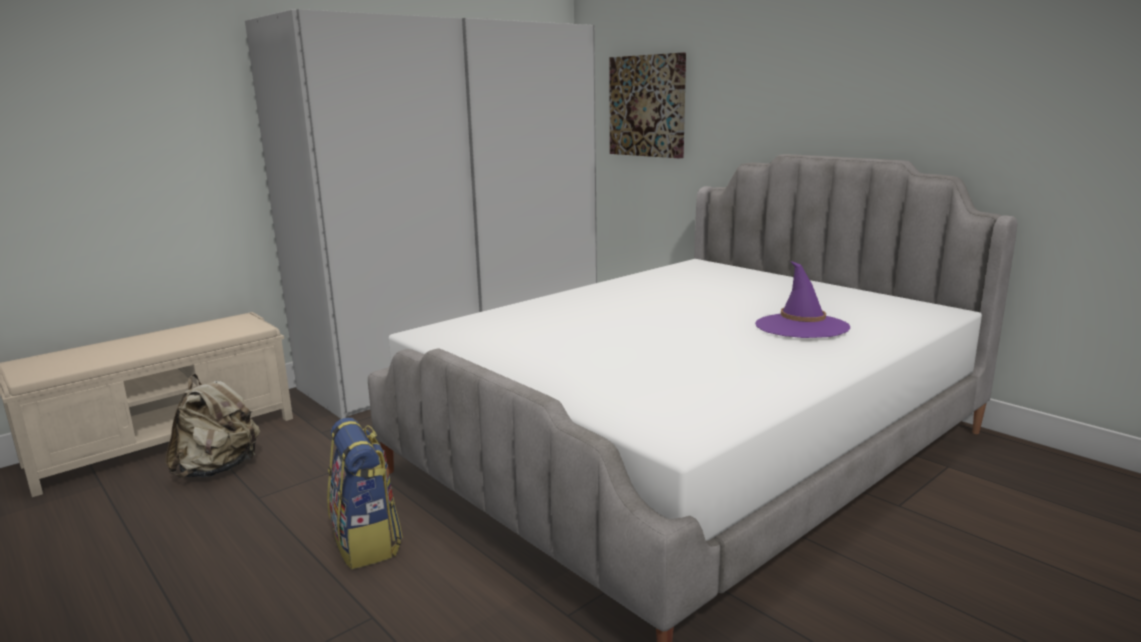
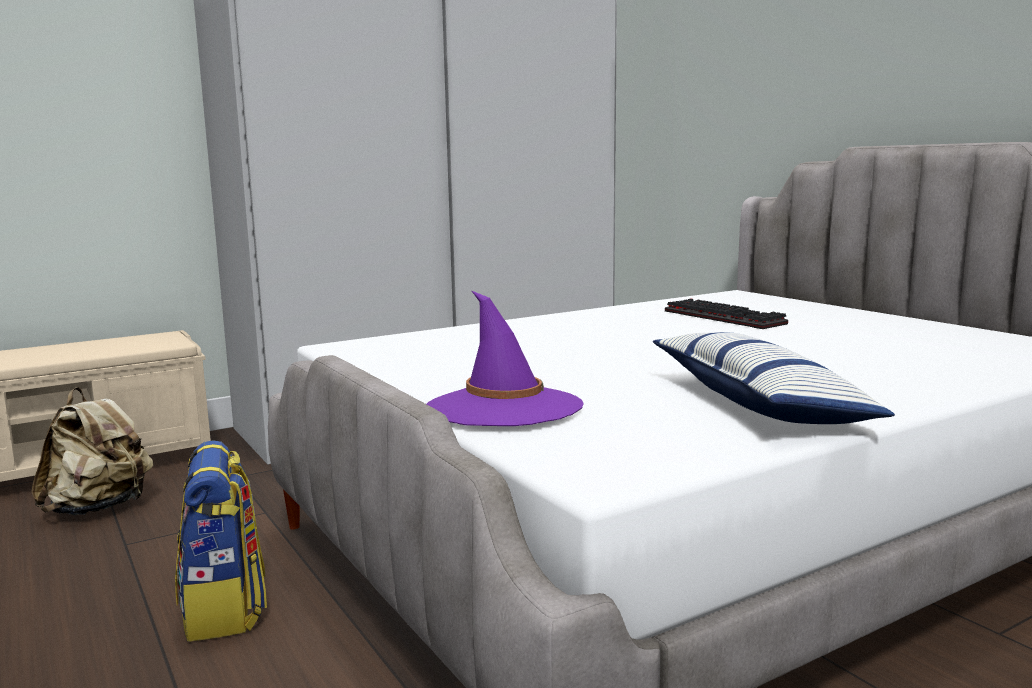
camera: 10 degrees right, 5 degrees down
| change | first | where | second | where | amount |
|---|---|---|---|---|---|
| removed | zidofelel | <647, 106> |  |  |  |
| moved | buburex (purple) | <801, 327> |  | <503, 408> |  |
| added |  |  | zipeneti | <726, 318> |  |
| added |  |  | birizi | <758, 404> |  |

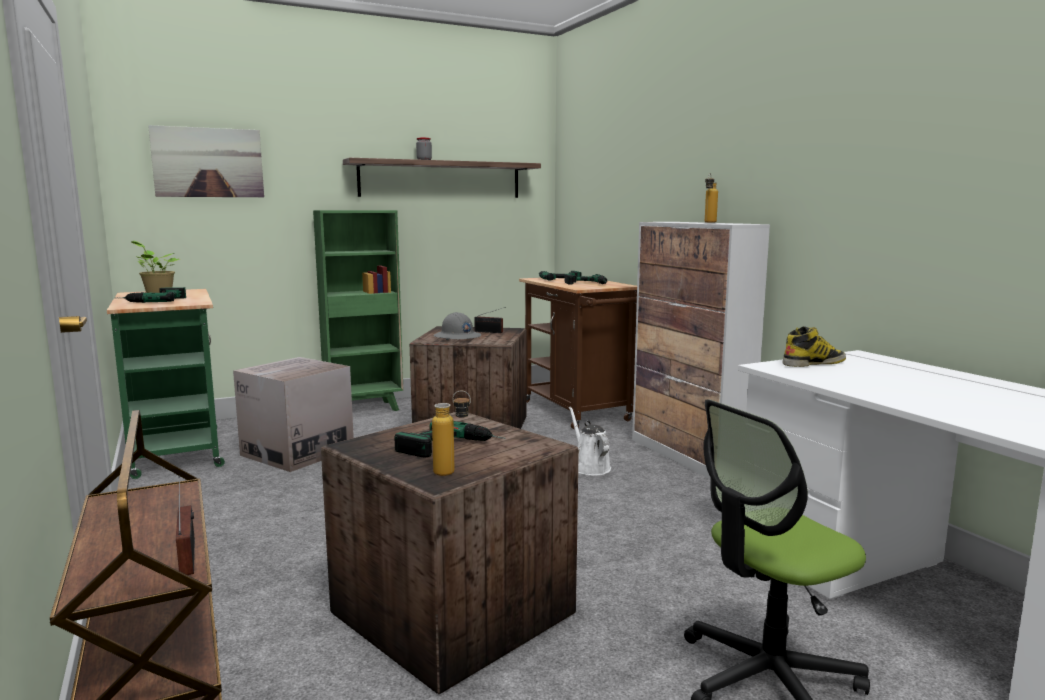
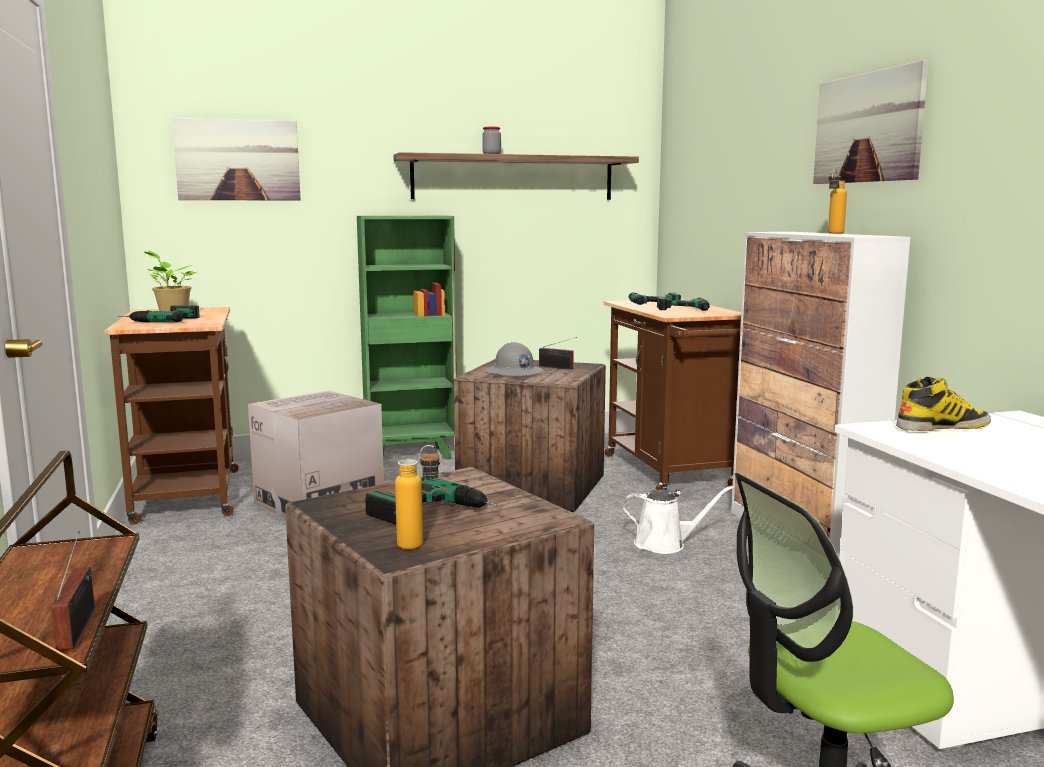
camera: 10 degrees right, 0 degrees up
| change | first | where | second | where | amount |
|---|---|---|---|---|---|
| recoloured | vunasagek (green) | <176, 449> | vunasagek (brown) | <187, 492> |  |
| turned | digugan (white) | <589, 467> |  | <665, 544> | 105 degrees clockwise |
| added |  |  | zidofelel | <867, 128> |  |

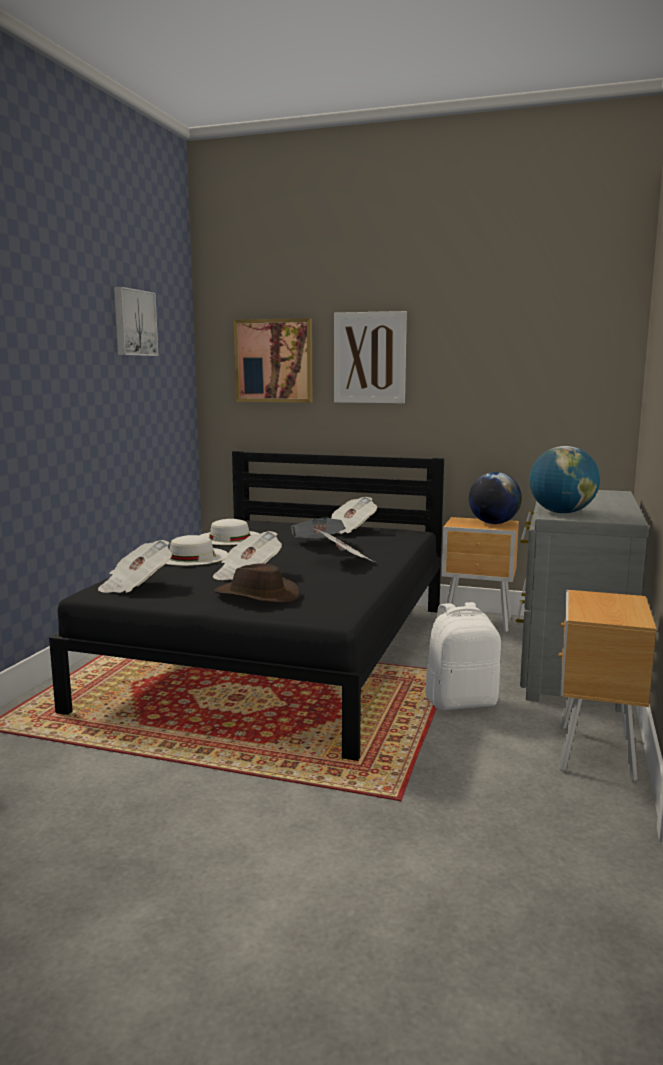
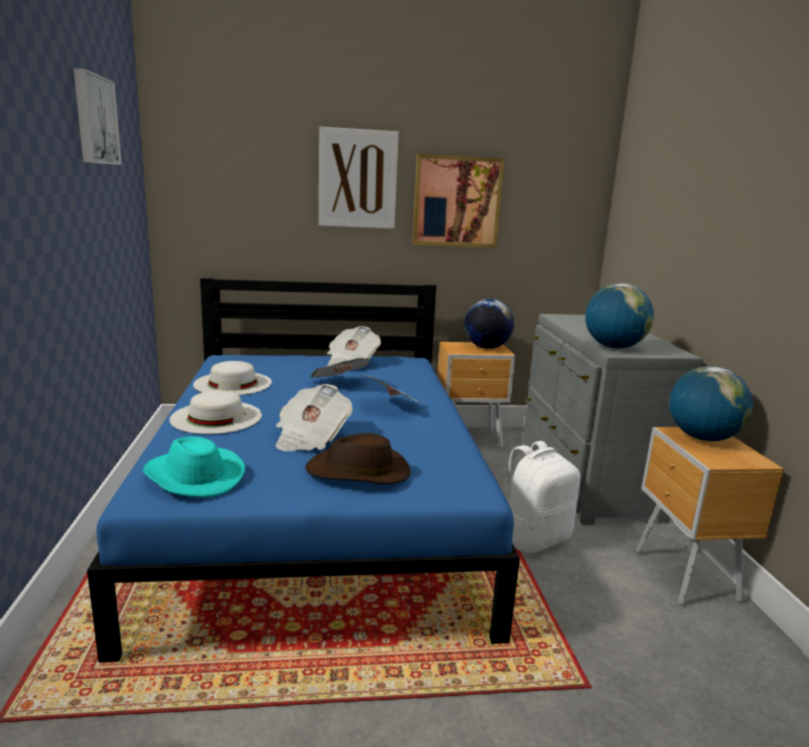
camera: 25 degrees left, 5 degrees up
| change | first | where | second | where | amount |
|---|---|---|---|---|---|
| moved | zidofelel | <274, 361> |  | <456, 201> |  |
| recoloured | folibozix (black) | <282, 654> | folibozix (blue) | <318, 508> |  |
| replaced | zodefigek | <136, 586> | buburex (turquoise) | <192, 476> |  |
| added |  |  | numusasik | <702, 438> |  |

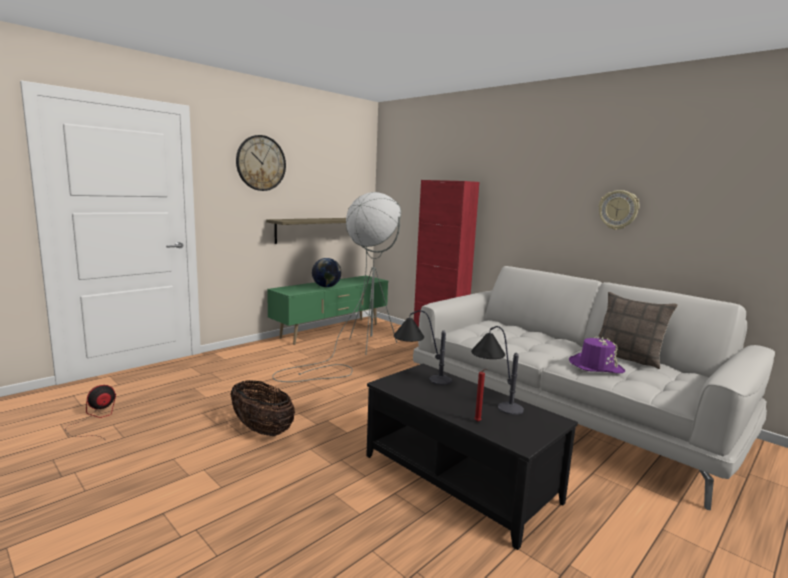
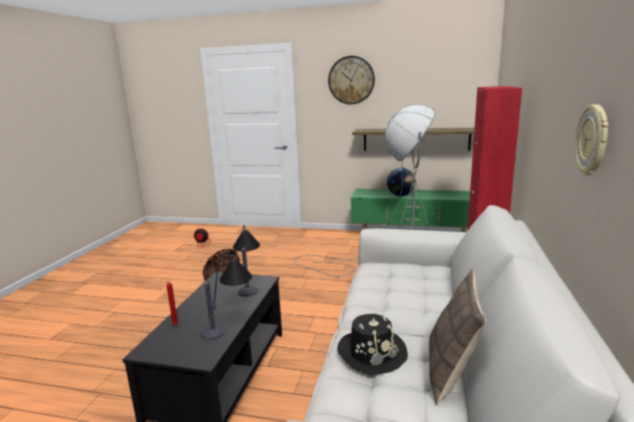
camera: 60 degrees right, 5 degrees up
| change | first | where | second | where | amount |
|---|---|---|---|---|---|
| recoloured | buburex (purple) | <595, 366> | buburex (black) | <371, 353> |  |

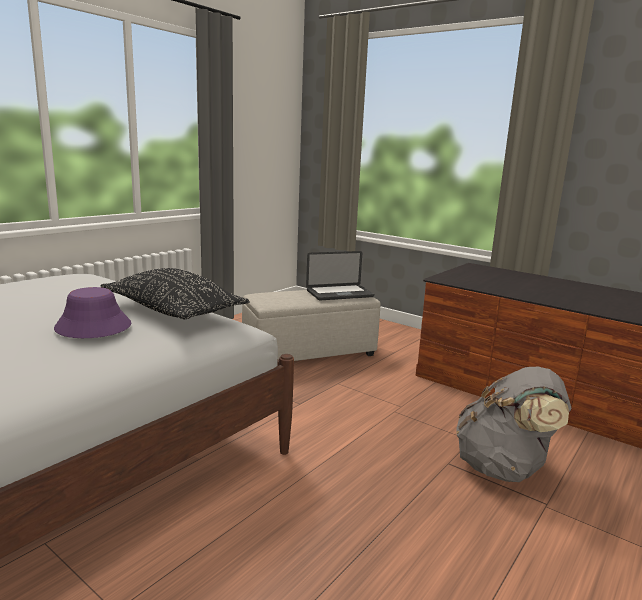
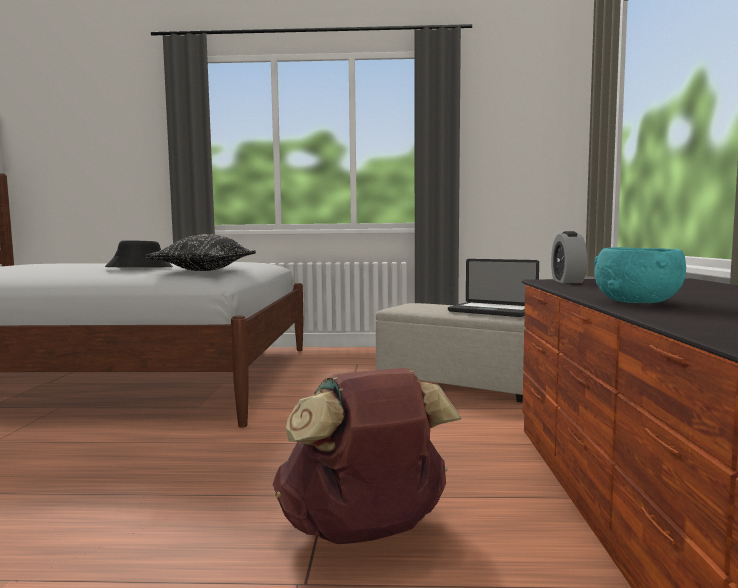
camera: 55 degrees right, 10 degrees down
| change | first | where | second | where | amount |
|---|---|---|---|---|---|
| recoloured | buburex (purple) | <93, 327> | buburex (black) | <139, 268> |  |
| recoloured | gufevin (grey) | <504, 468> | gufevin (brown) | <365, 532> |  |
| added |  |  | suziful | <567, 281> |  |
| added |  |  | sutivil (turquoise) | <639, 302> |  |

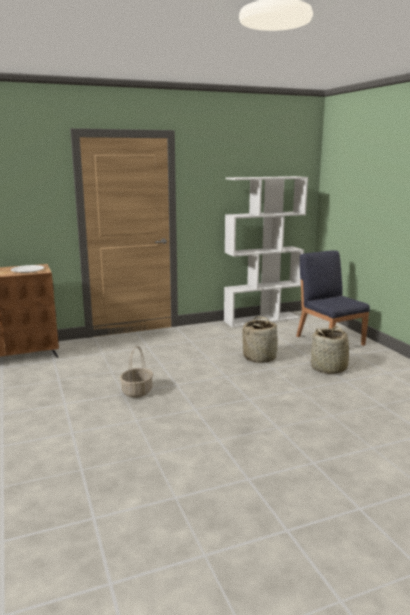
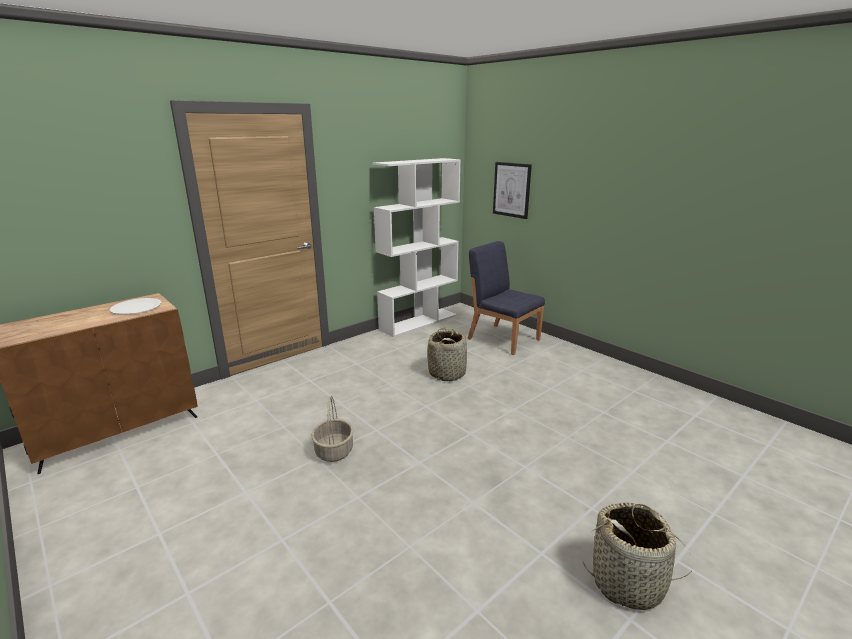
camera: 20 degrees left, 5 degrees up
| change | first | where | second | where | amount |
|---|---|---|---|---|---|
| moved | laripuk | <329, 368> |  | <628, 582> |  |
| added |  |  | zidofelel | <511, 190> |  |

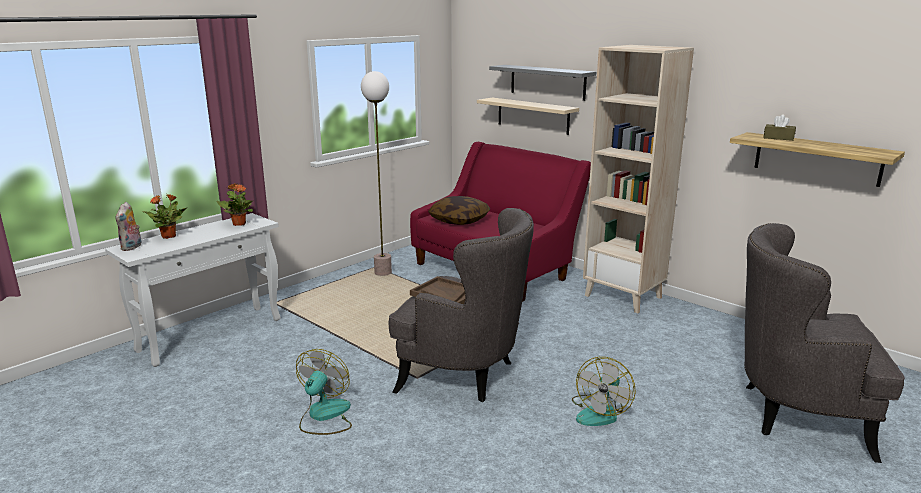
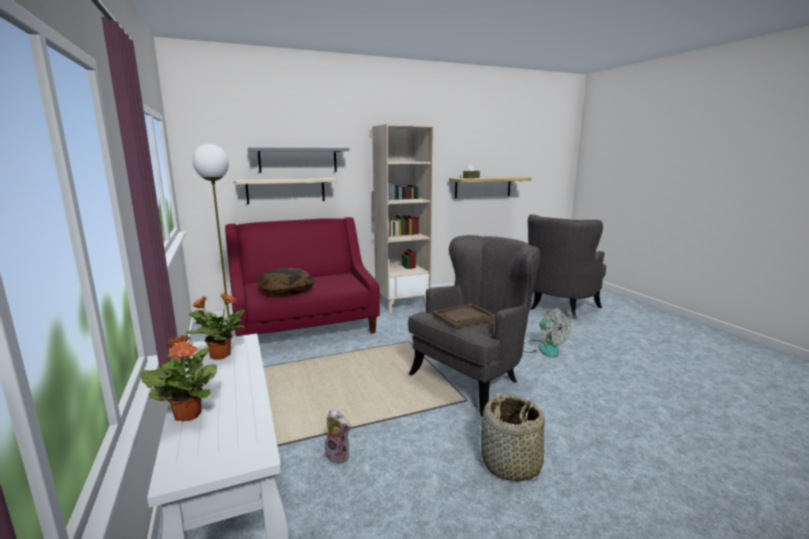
camera: 65 degrees left, 5 degrees down
| change | first | where | second | where | amount |
|---|---|---|---|---|---|
| moved | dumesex | <132, 247> |  | <339, 455> |  |
| replaced | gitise | <324, 416> | laripuk | <511, 464> |  |

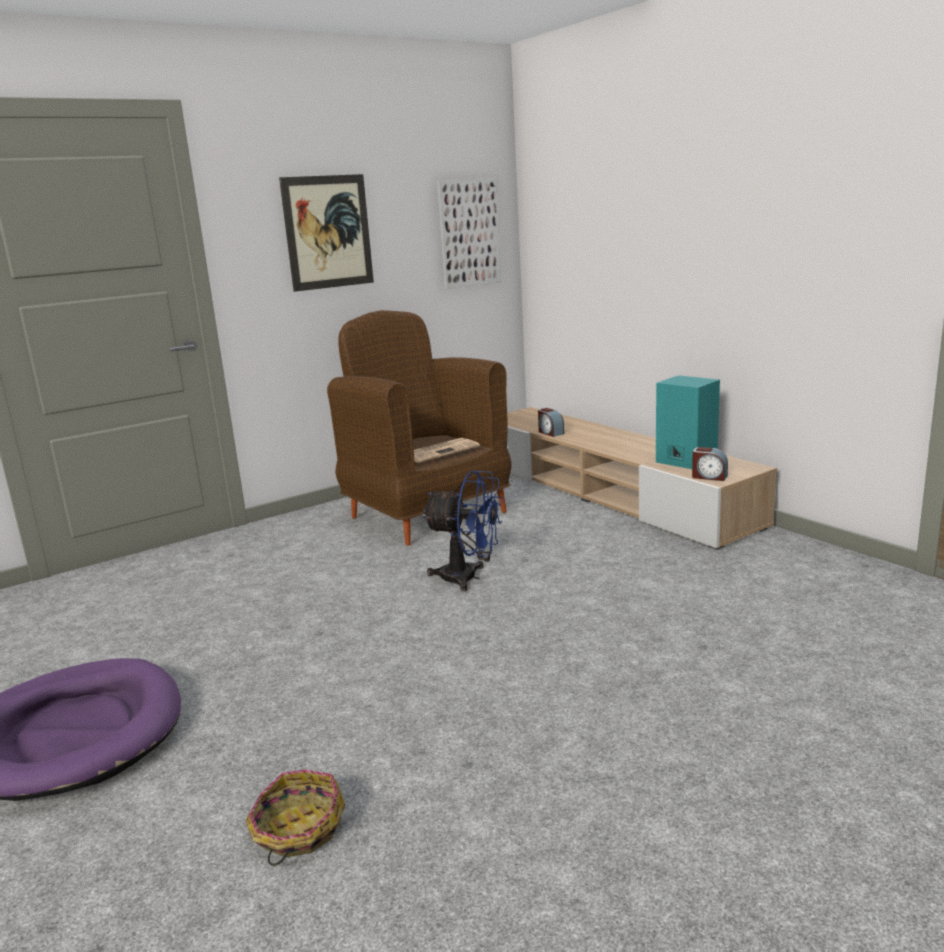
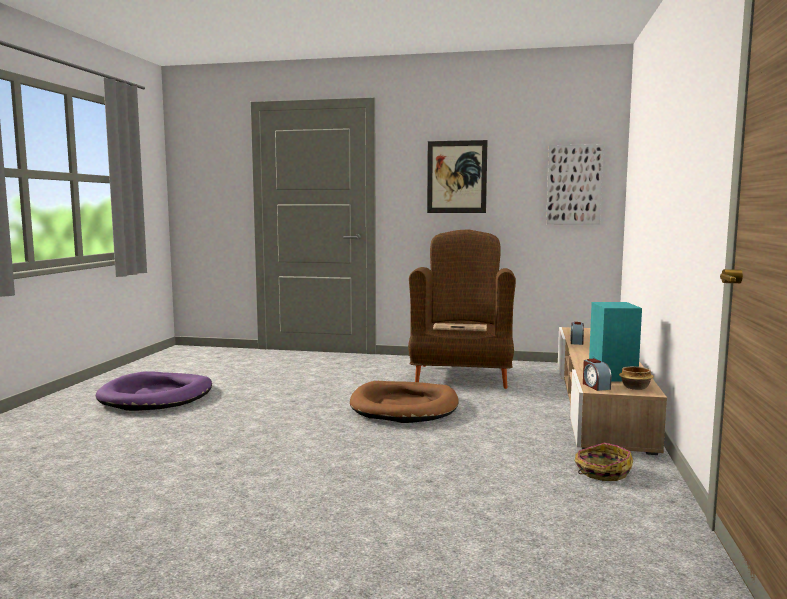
camera: 45 degrees right, 10 degrees down
| change | first | where | second | where | amount |
|---|---|---|---|---|---|
| replaced | gitise (blue) | <468, 578> | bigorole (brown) | <404, 407> |  |
| moved | laripuk | <298, 830> |  | <601, 472> |  |
| added |  |  | sutivil | <635, 387> |  |

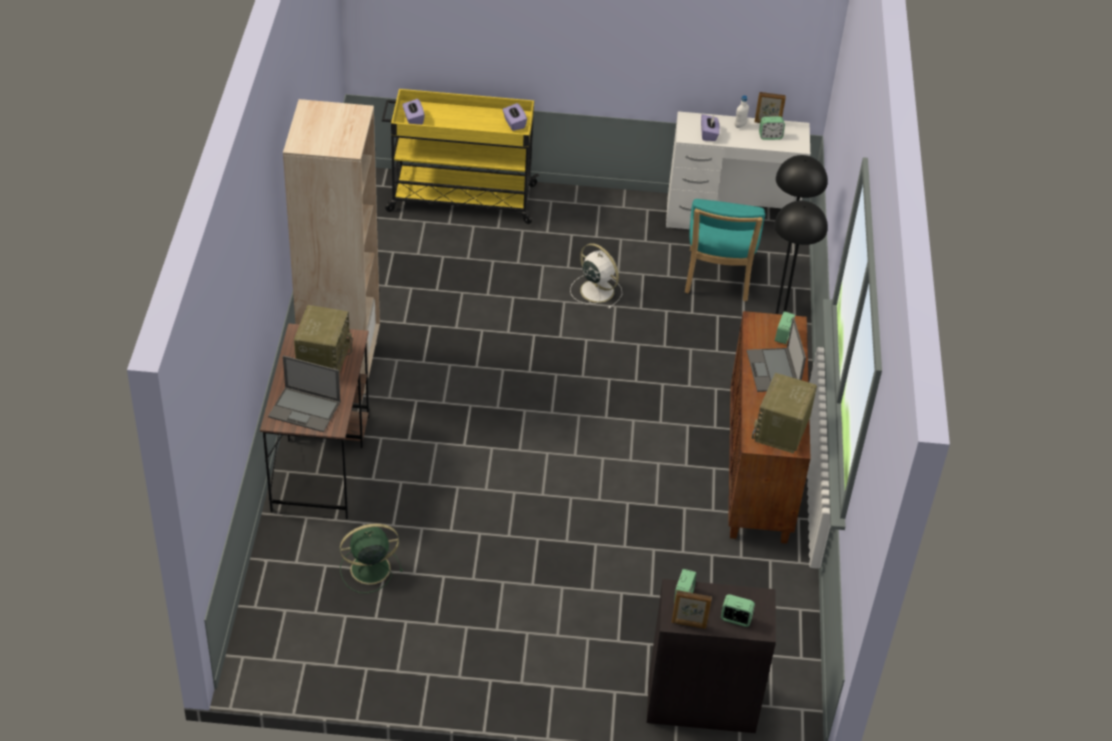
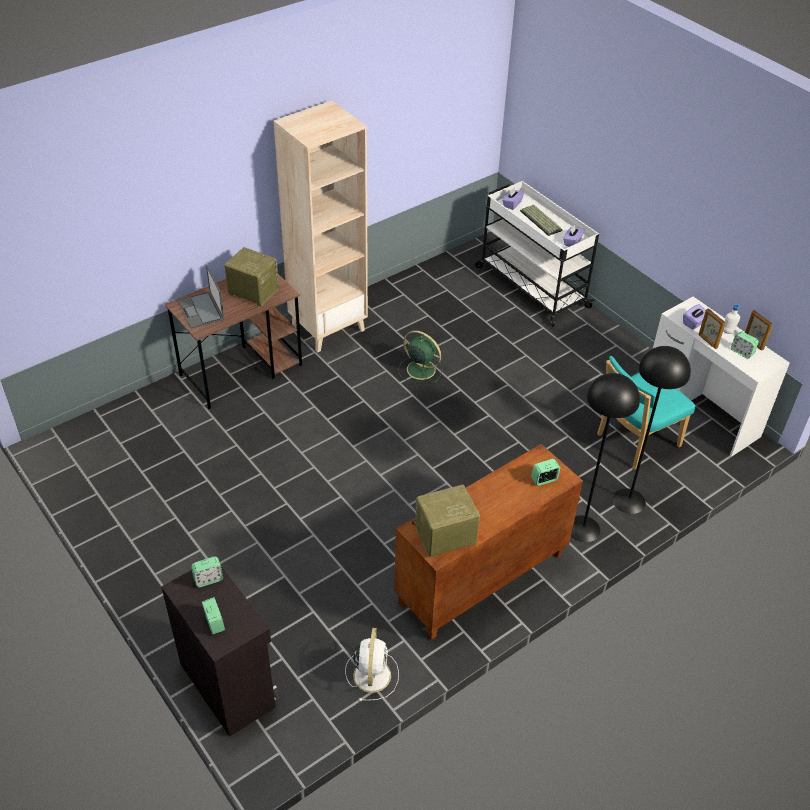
camera: 50 degrees right, 0 degrees up
| change | first | where | second | where | amount |
|---|---|---|---|---|---|
| recoloured | vunasagek (yellow) | <459, 198> | vunasagek (white) | <531, 286> |  |
| moved | gitise (white) | <595, 290> |  | <372, 674> |  |
| turned | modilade | <323, 359> |  | <252, 292> | 120 degrees counterclockwise |
| removed | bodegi | <773, 371> |  |  |  |
| moved | gitise (green) | <368, 569> |  | <419, 369> |  |
| moved | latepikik | <689, 624> |  | <707, 341> |  |
| added |  |  | zipeneti | <541, 221> |  |

